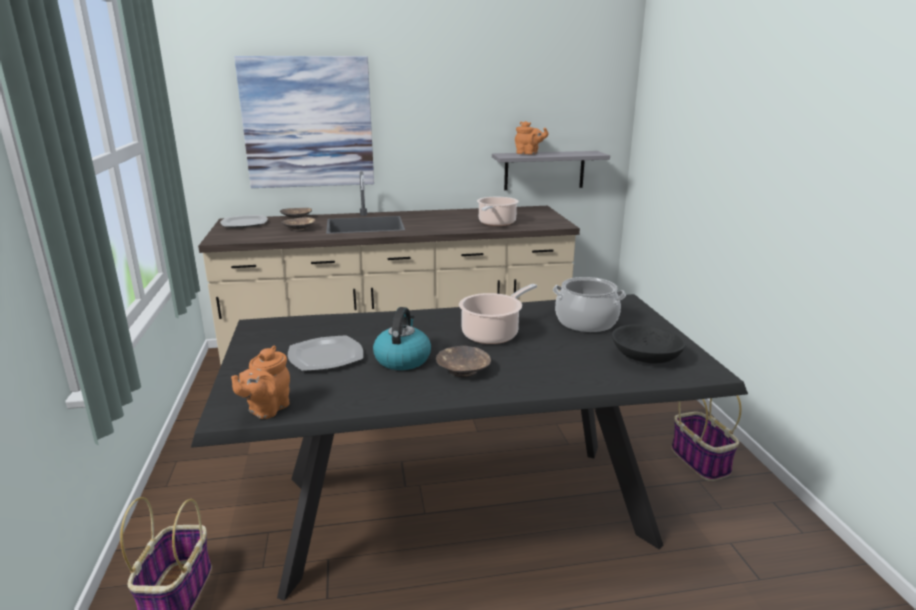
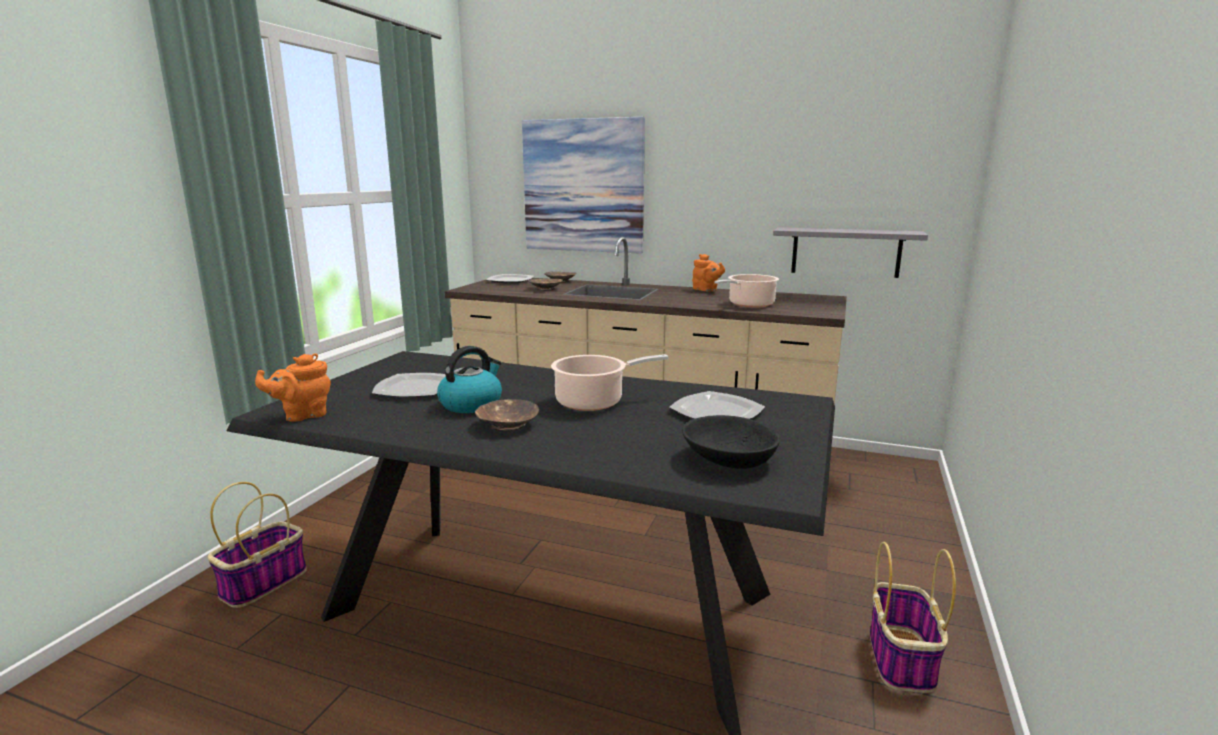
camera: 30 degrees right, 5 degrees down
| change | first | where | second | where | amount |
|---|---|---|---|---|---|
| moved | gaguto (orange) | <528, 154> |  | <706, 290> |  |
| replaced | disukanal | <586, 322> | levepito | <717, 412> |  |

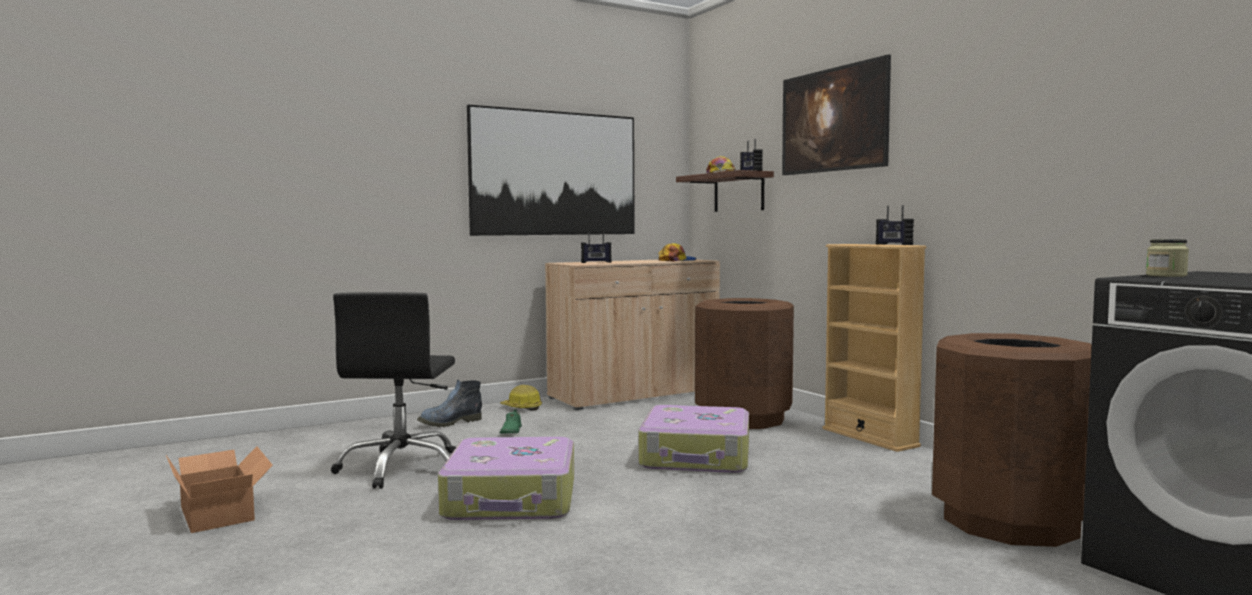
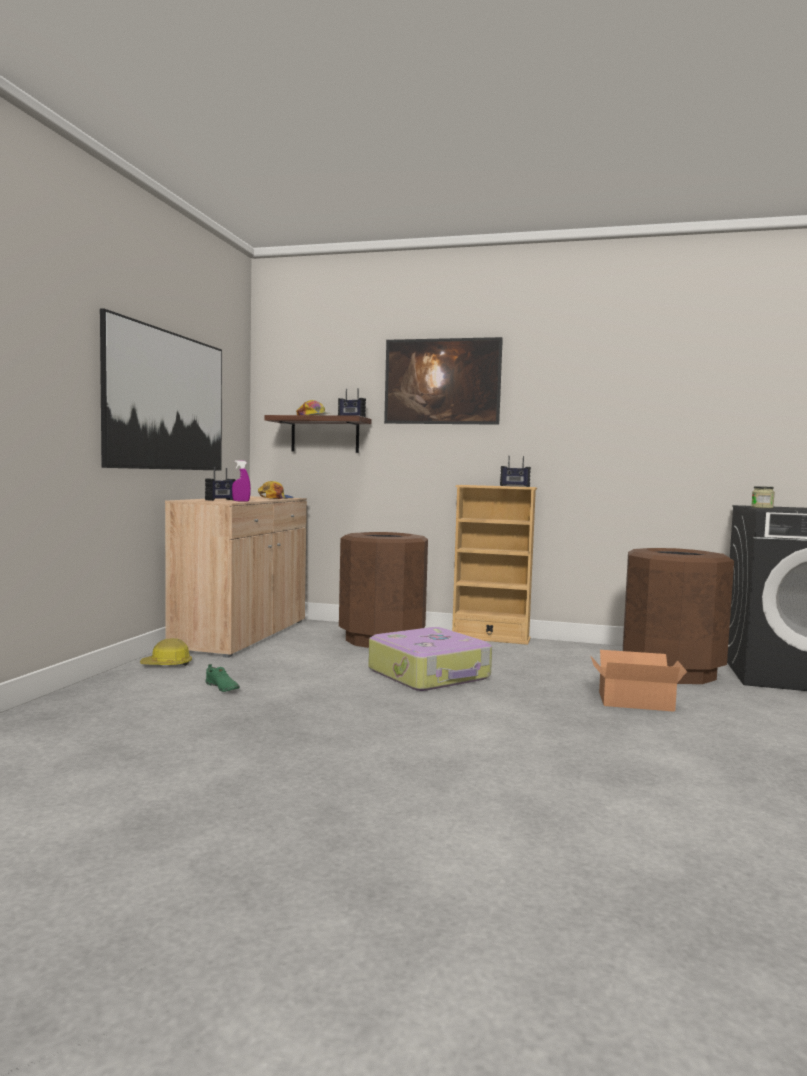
camera: 45 degrees left, 0 degrees up
| change | first | where | second | where | amount |
|---|---|---|---|---|---|
| removed | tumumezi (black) | <401, 467> |  |  |  |
| removed | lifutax | <449, 423> |  |  |  |
| removed | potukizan | <512, 499> |  |  |  |
| moved | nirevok | <221, 512> |  | <633, 700> |  |
| added |  |  | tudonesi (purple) | <241, 501> |  |

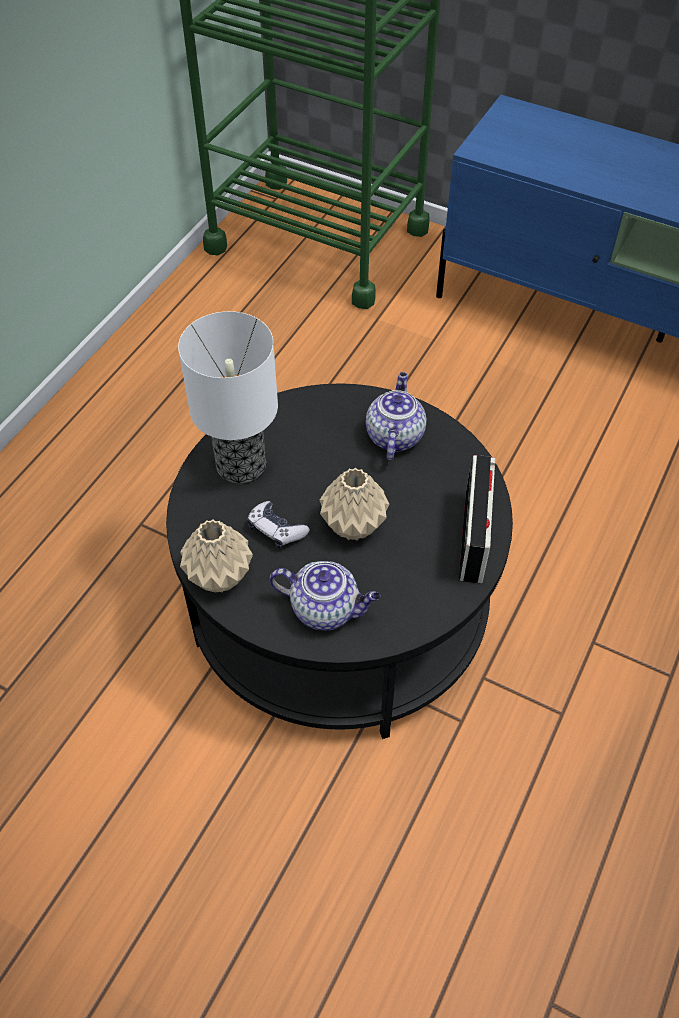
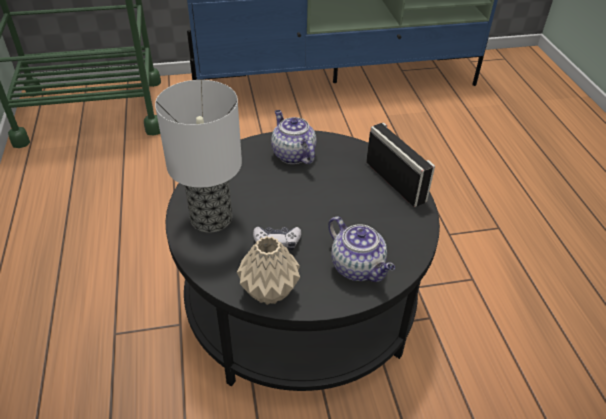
camera: 40 degrees left, 10 degrees down
| change | first | where | second | where | amount |
|---|---|---|---|---|---|
| removed | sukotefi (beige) | <354, 526> |  |  |  |
| turned | gaguto | <326, 609> |  | <358, 268> | 75 degrees clockwise |

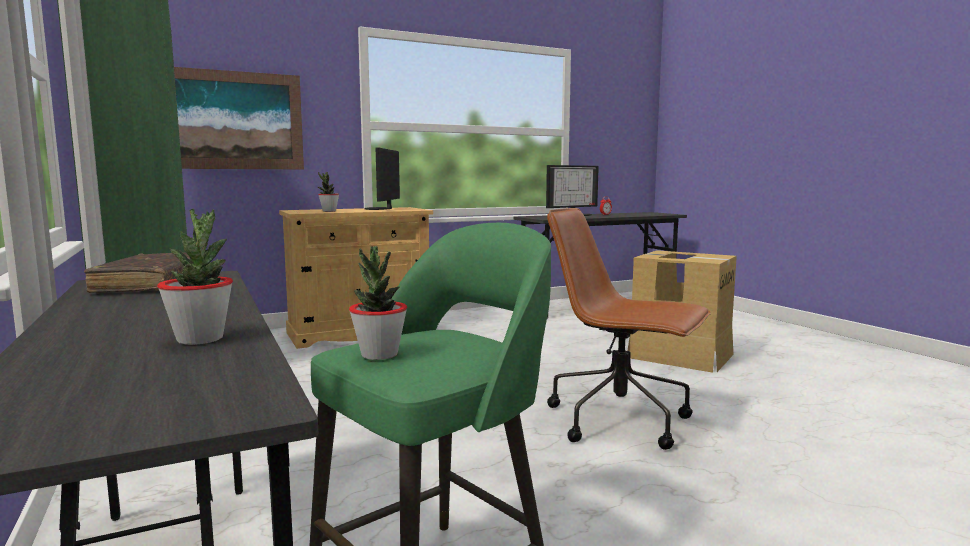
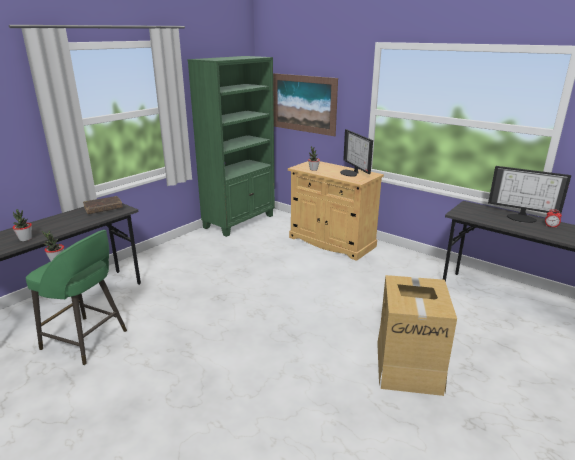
camera: 65 degrees right, 15 degrees up
| change | first | where | second | where | amount |
|---|---|---|---|---|---|
| turned | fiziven | <380, 209> |  | <351, 173> | 90 degrees counterclockwise |
| removed | tumumezi (brown) | <621, 421> |  |  |  |

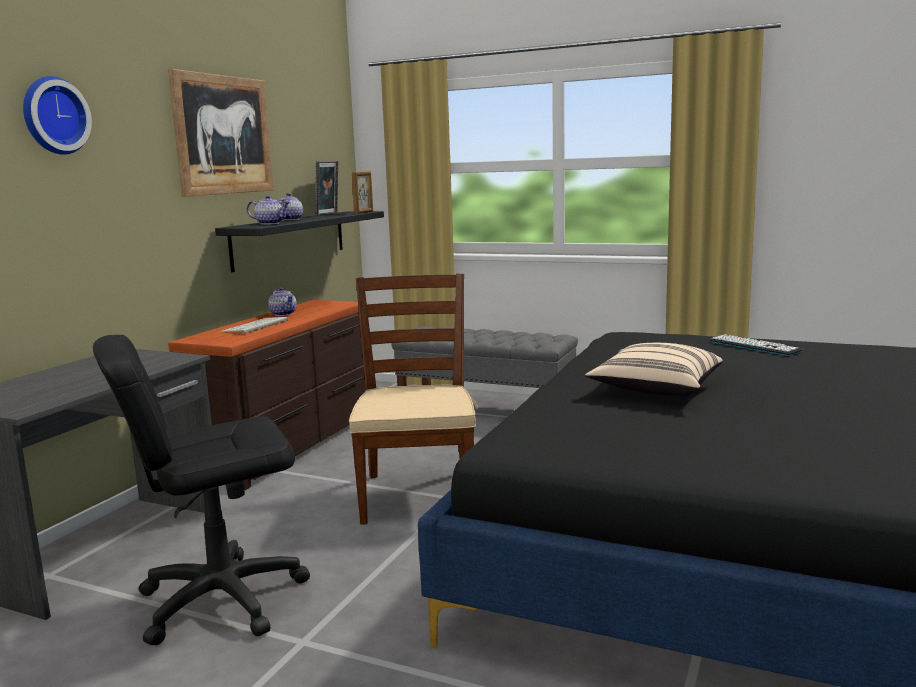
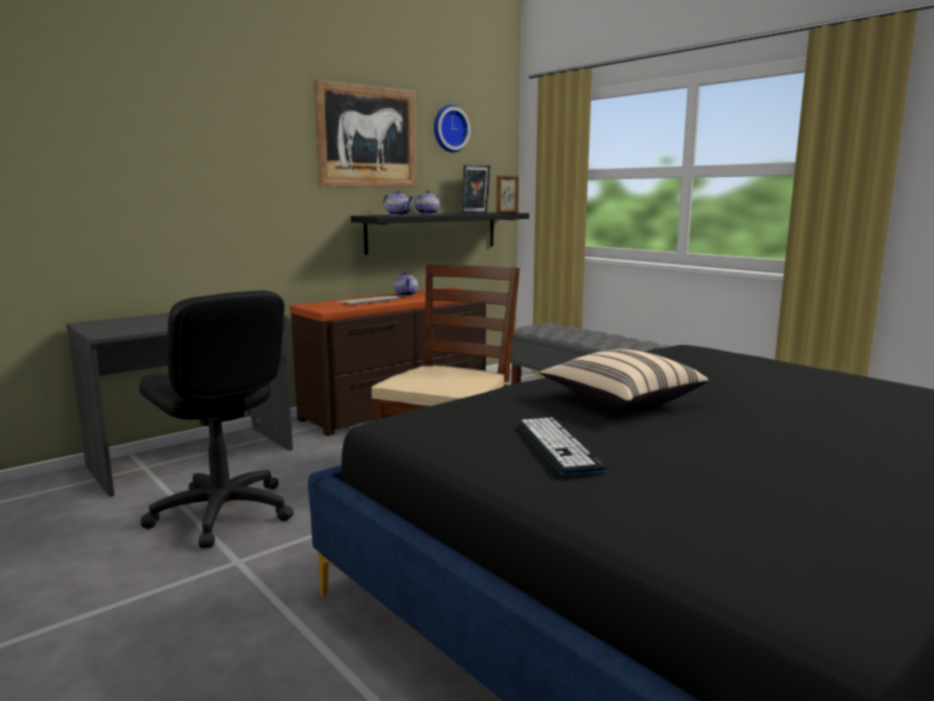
camera: 25 degrees right, 0 degrees up
| change | first | where | second | where | amount |
|---|---|---|---|---|---|
| moved | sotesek | <53, 116> |  | <449, 129> |  |
| moved | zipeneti | <754, 346> |  | <558, 446> |  |
| turned | tumumezi (black) | <221, 599> |  | <222, 513> | 135 degrees counterclockwise |

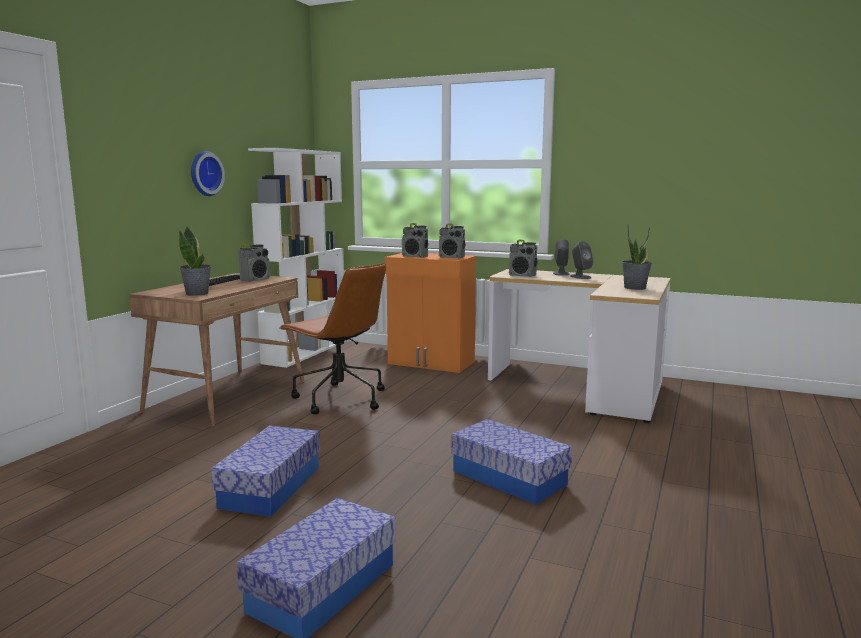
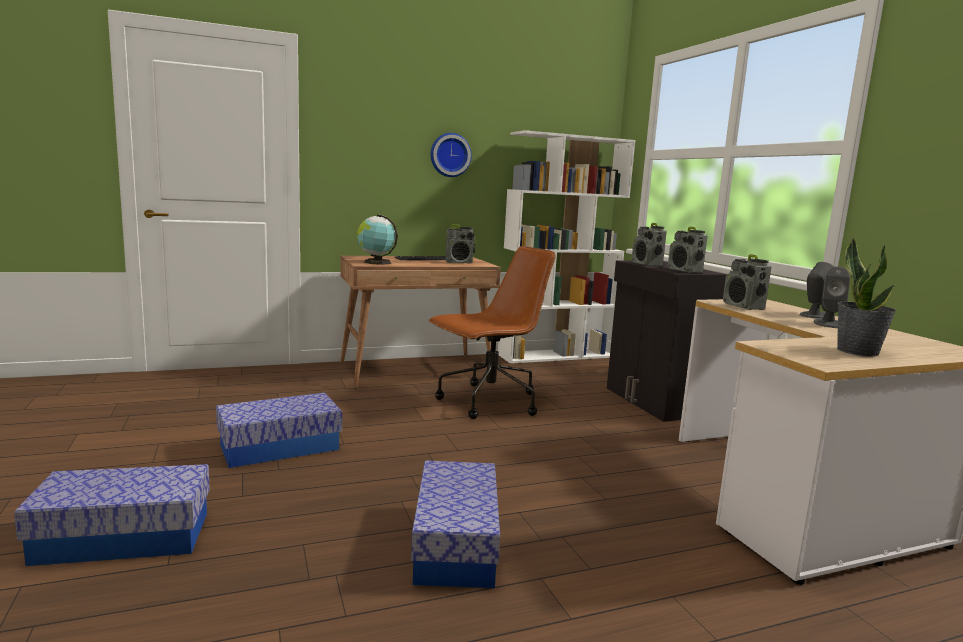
camera: 45 degrees right, 0 degrees up
| change | first | where | second | where | amount |
|---|---|---|---|---|---|
| replaced | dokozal | <197, 293> | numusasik | <376, 262> |  |
| recoloured | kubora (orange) | <431, 363> | kubora (black) | <654, 402> |  |
| turned | tumumezi (brown) | <339, 399> |  | <488, 402> | 120 degrees counterclockwise |

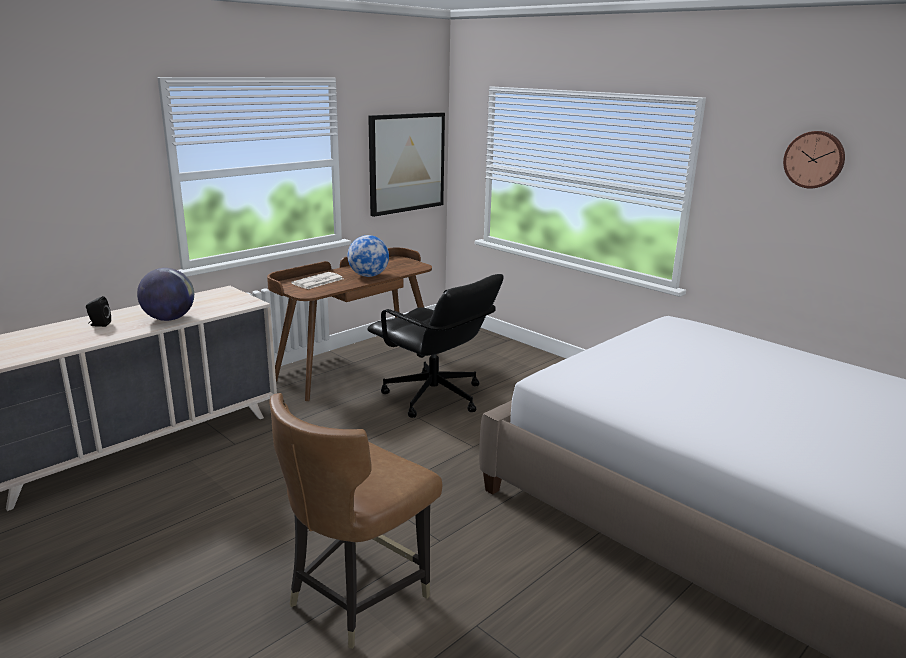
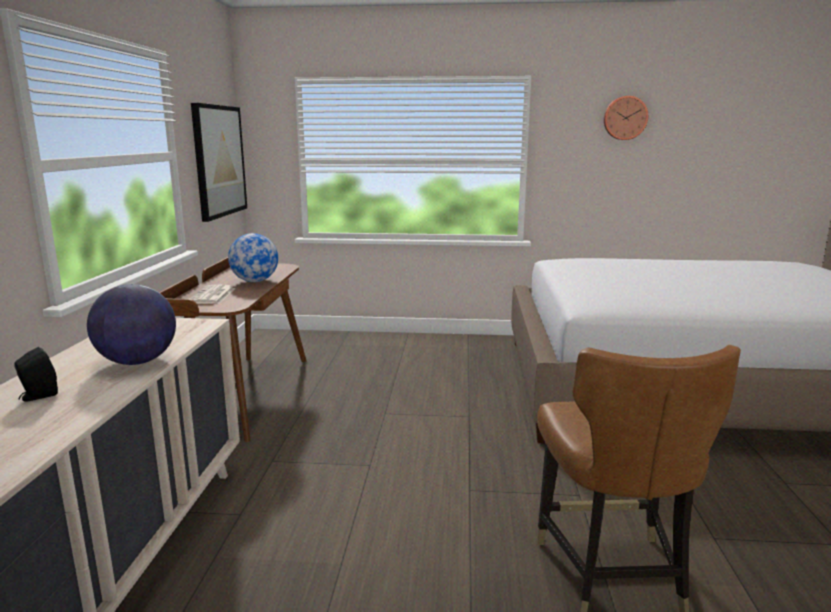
camera: 40 degrees left, 5 degrees down
| change | first | where | second | where | amount |
|---|---|---|---|---|---|
| removed | tumumezi (black) | <434, 397> |  |  |  |

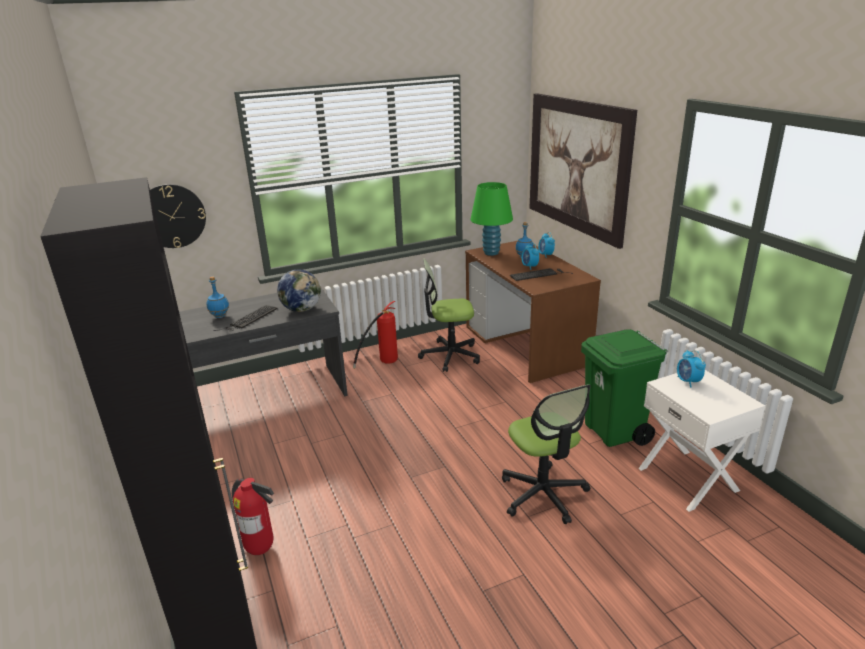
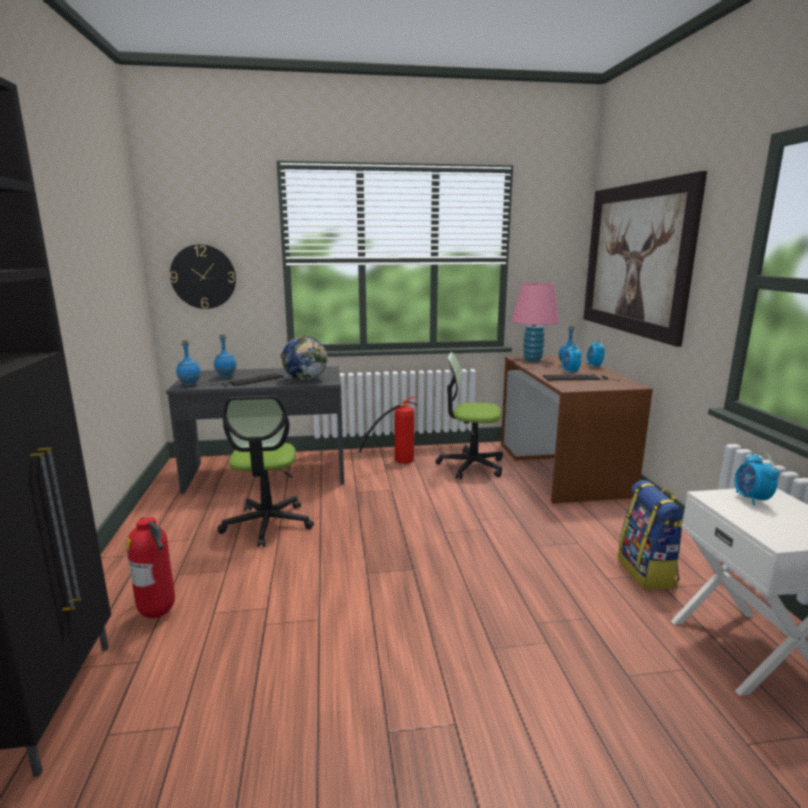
camera: 15 degrees right, 10 degrees down
| change | first | where | second | where | amount |
|---|---|---|---|---|---|
| recoloured | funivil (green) | <491, 253> | funivil (pink) | <532, 360> |  |
| replaced | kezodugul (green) | <615, 432> | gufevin | <647, 572> |  |
| moved | tumumezi | <543, 494> |  | <267, 524> |  |
| added |  |  | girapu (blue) | <190, 385> |  |

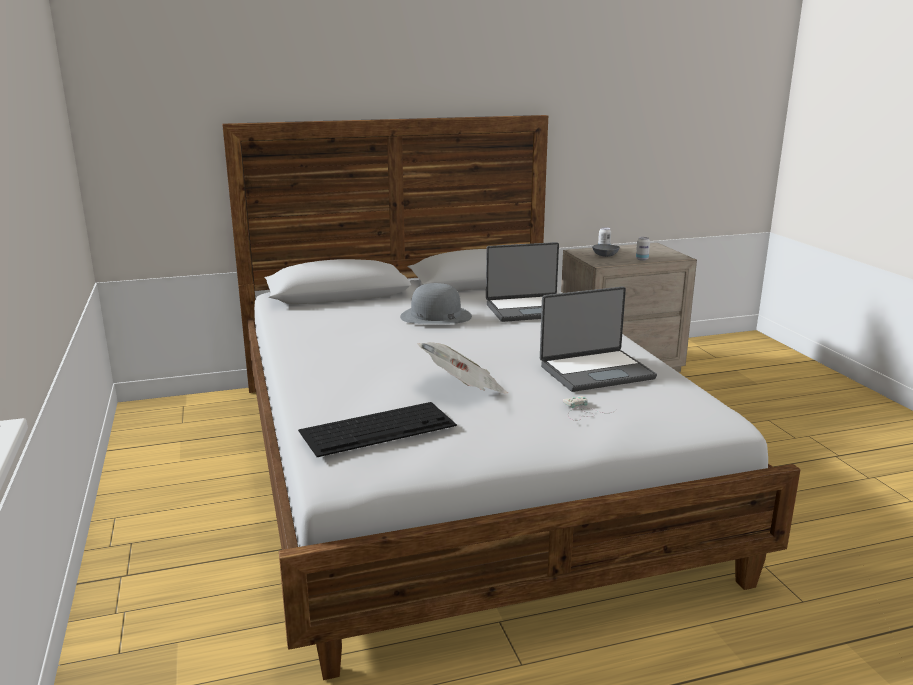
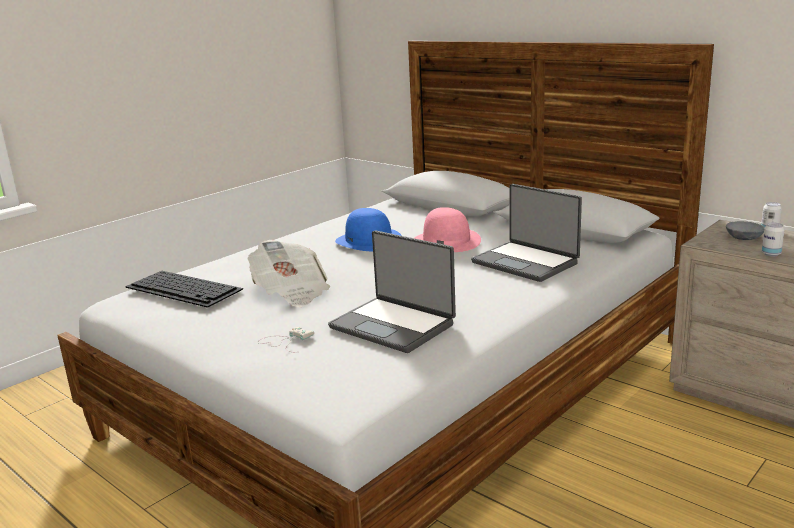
camera: 60 degrees right, 0 degrees up
| change | first | where | second | where | amount |
|---|---|---|---|---|---|
| recoloured | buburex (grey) | <435, 316> | buburex (pink) | <446, 241> |  |
| added |  |  | buburex (blue) | <369, 241> |  |

